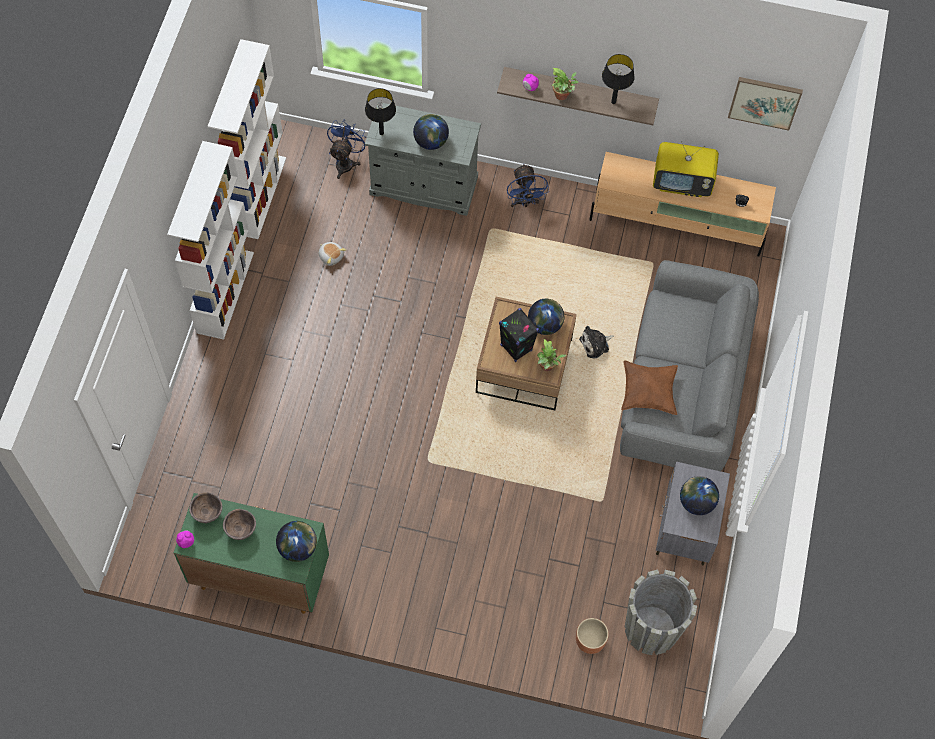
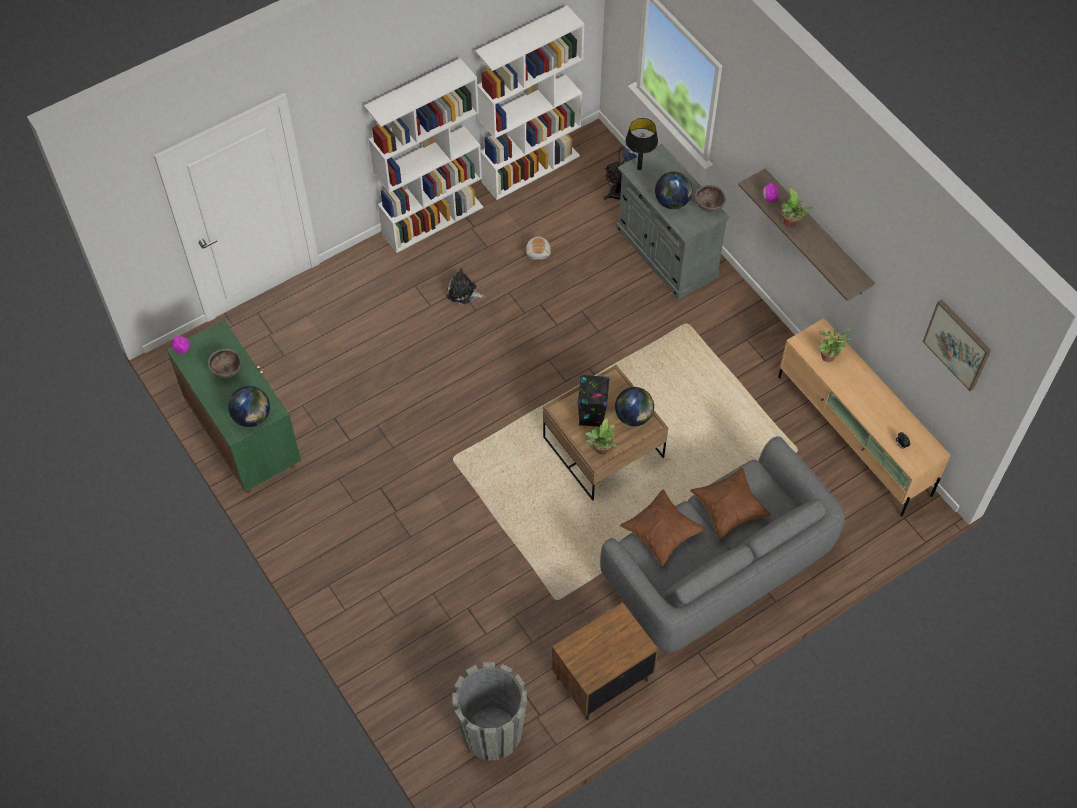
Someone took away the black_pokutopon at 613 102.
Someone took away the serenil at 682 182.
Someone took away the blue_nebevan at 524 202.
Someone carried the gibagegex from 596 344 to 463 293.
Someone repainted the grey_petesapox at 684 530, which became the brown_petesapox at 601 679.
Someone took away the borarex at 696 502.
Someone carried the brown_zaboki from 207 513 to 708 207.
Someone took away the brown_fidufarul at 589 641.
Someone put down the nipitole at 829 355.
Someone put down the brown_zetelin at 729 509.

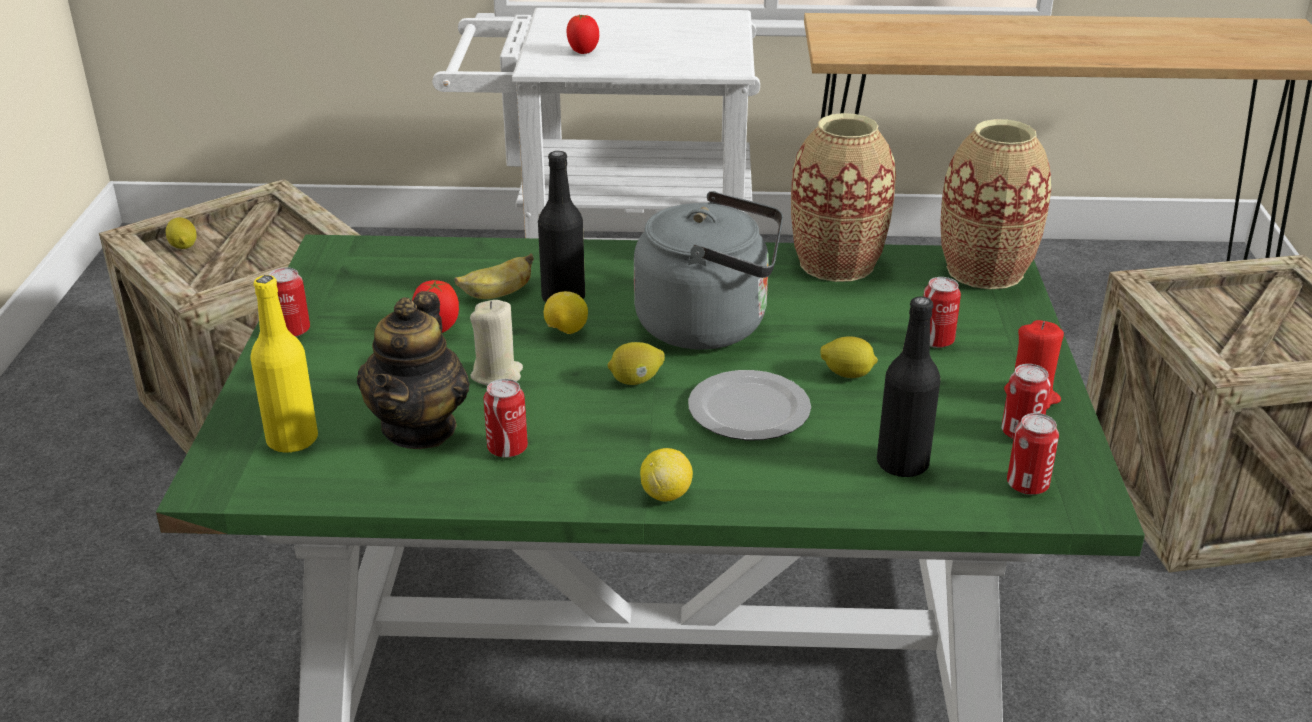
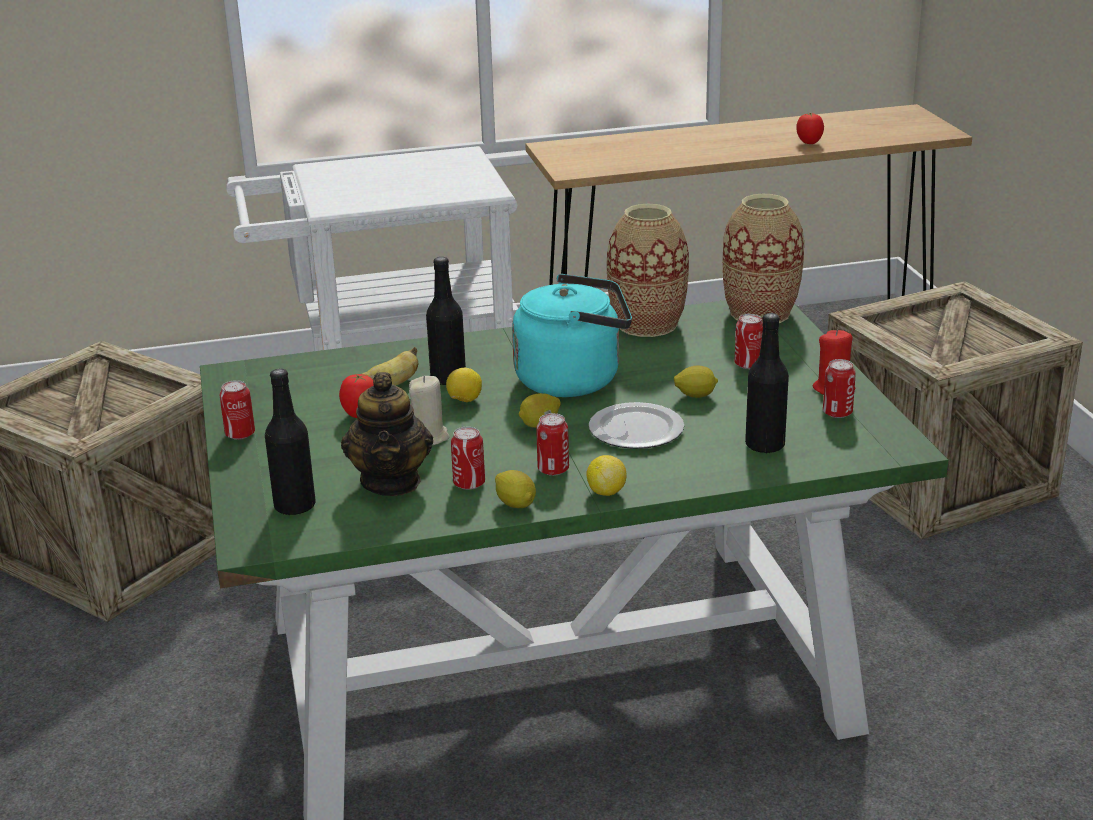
Someone carried the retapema from 583 52 to 809 143.
Someone repainted the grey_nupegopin at 710 325, which became the turquoise_nupegopin at 574 379.
Someone carried the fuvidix from 183 246 to 516 504.
Someone repainted the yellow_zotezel at 292 440, which became the black_zotezel at 295 506.
Someone carried the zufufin from 1027 485 to 553 469.

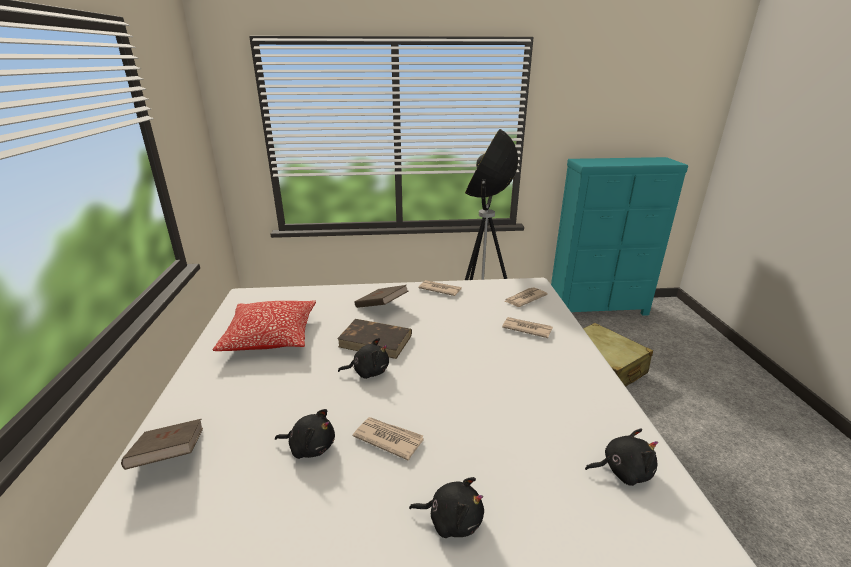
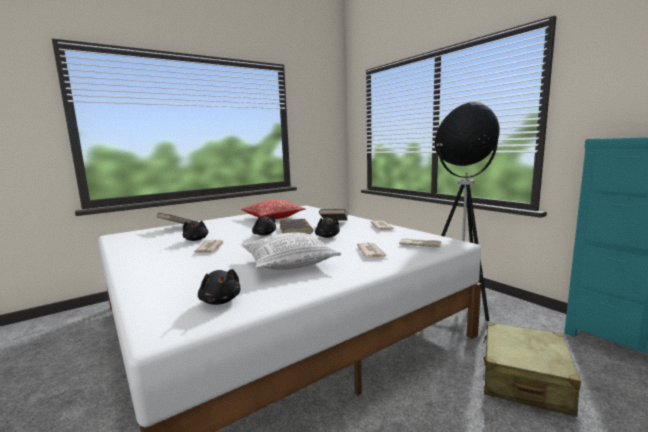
Someone carried the black_gibagegex from 452 519 to 327 236.
Someone put down the zetelin at 289 263.

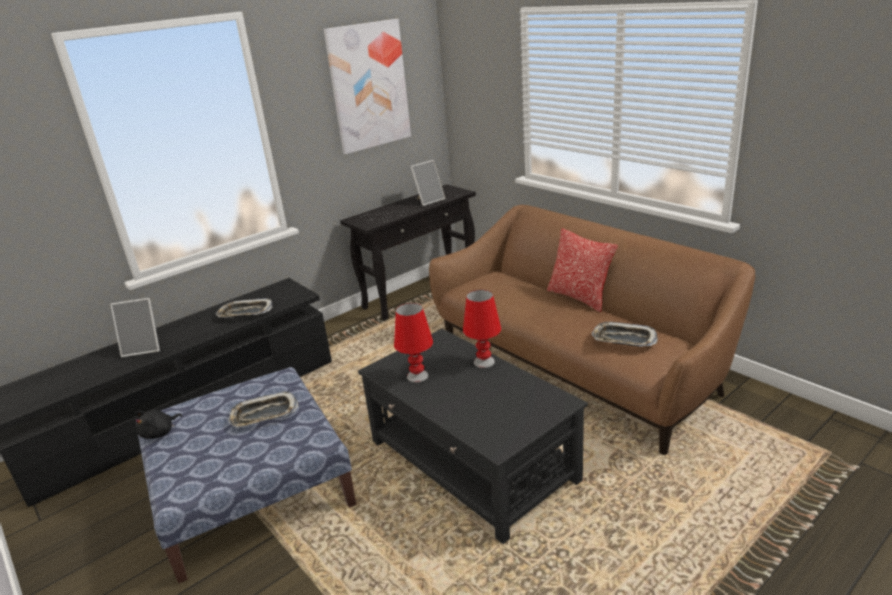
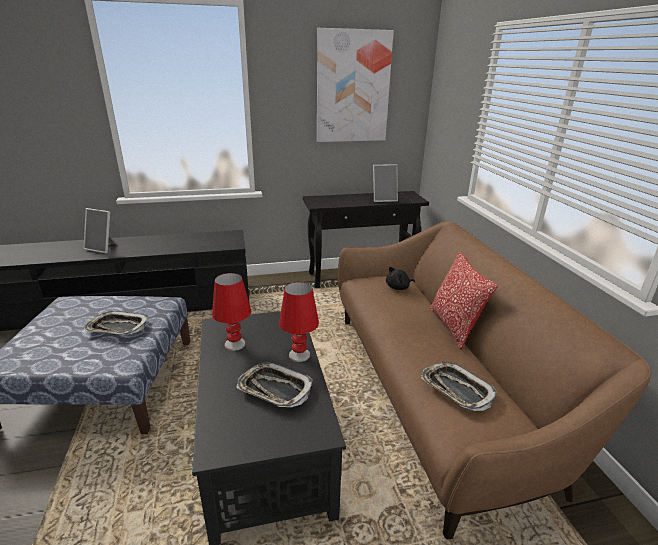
Someone carried the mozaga from 245 313 to 274 389.
Someone carried the black_gibagegex from 160 433 to 398 287.

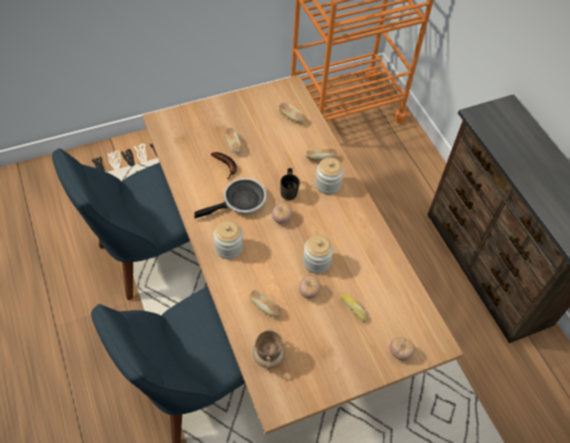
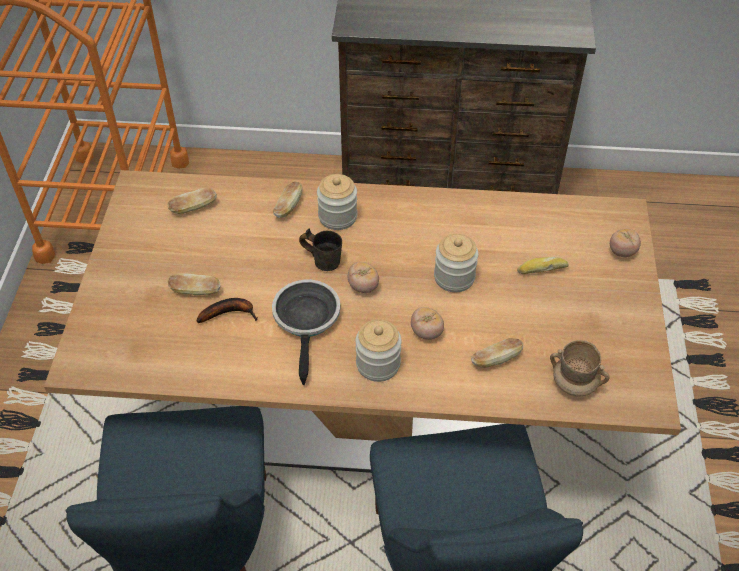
Someone carried the retapema from 308 292 to 426 332.

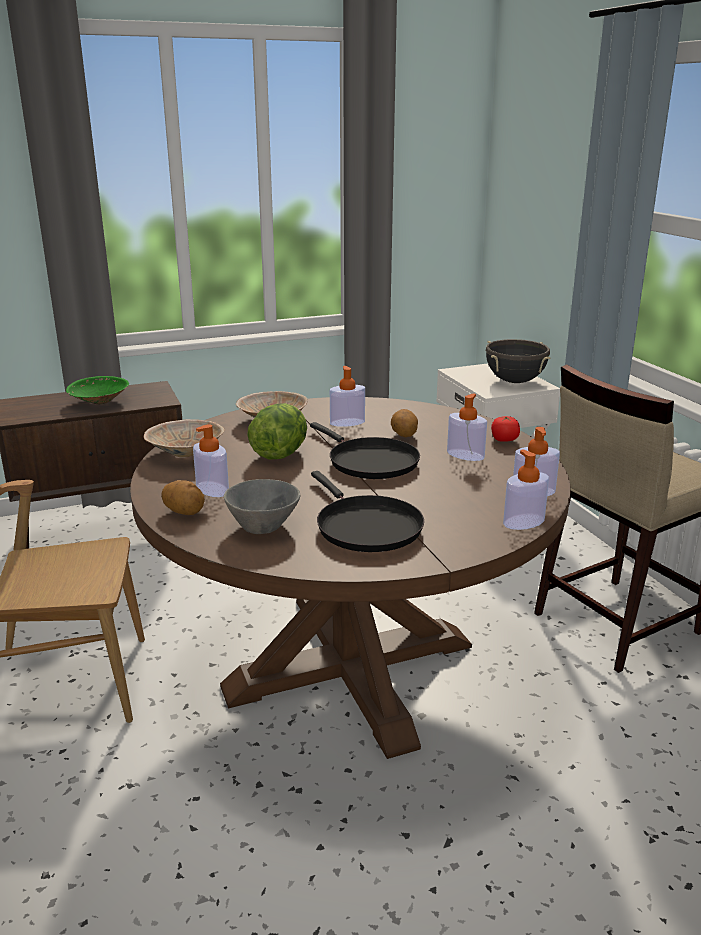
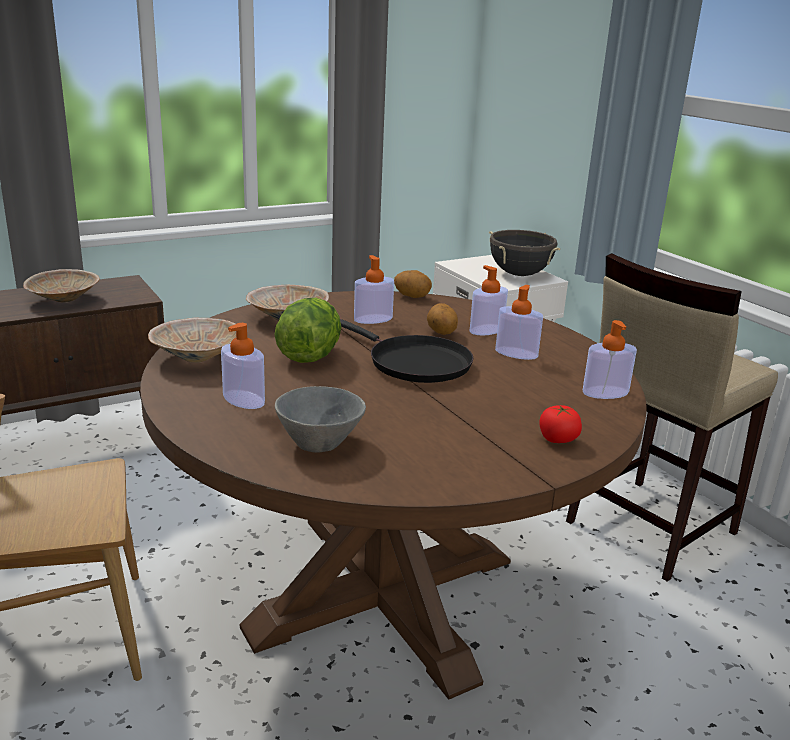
Someone repainted the green_zaboki at 99 402, which became the beige_zaboki at 63 300.
Someone carried the retapema from 504 440 to 557 439.
Someone carried the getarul from 524 522 to 486 330.
Someone took away the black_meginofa at 365 526.
Someone carried the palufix from 185 512 to 412 296.

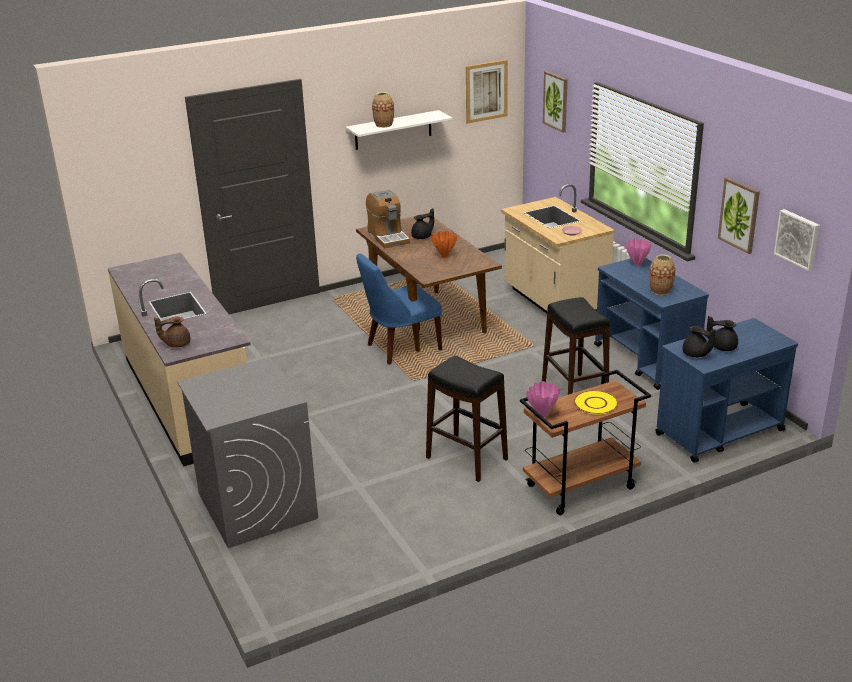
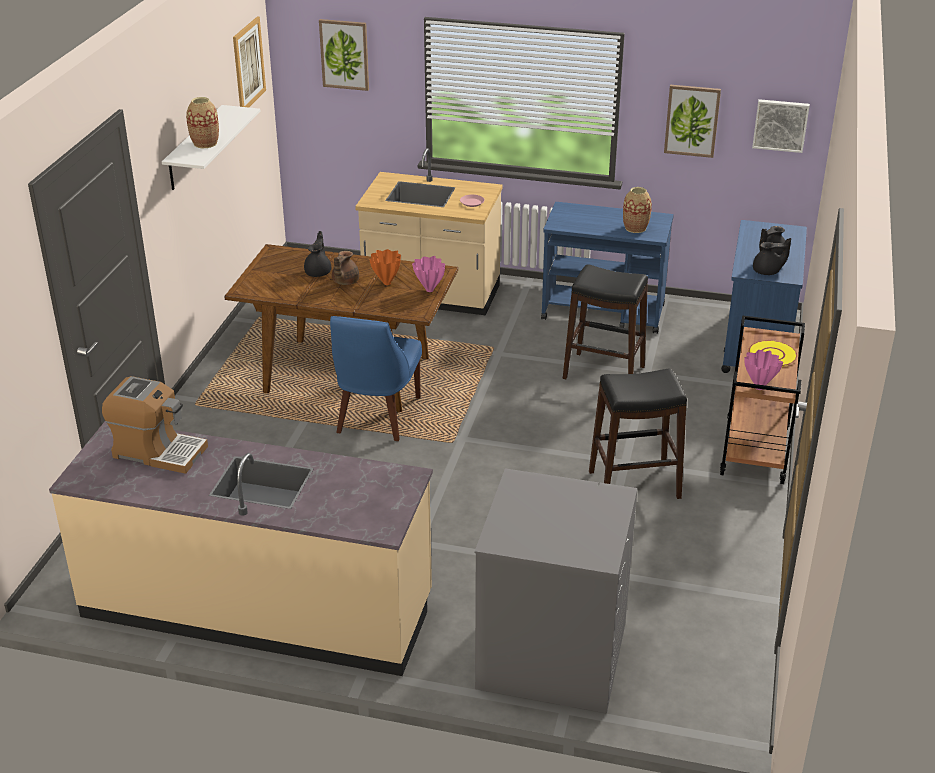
Someone carried the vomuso from 388 237 to 158 452.
Someone carried the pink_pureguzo from 637 264 to 429 290.
Someone carried the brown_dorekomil from 176 344 to 344 282.

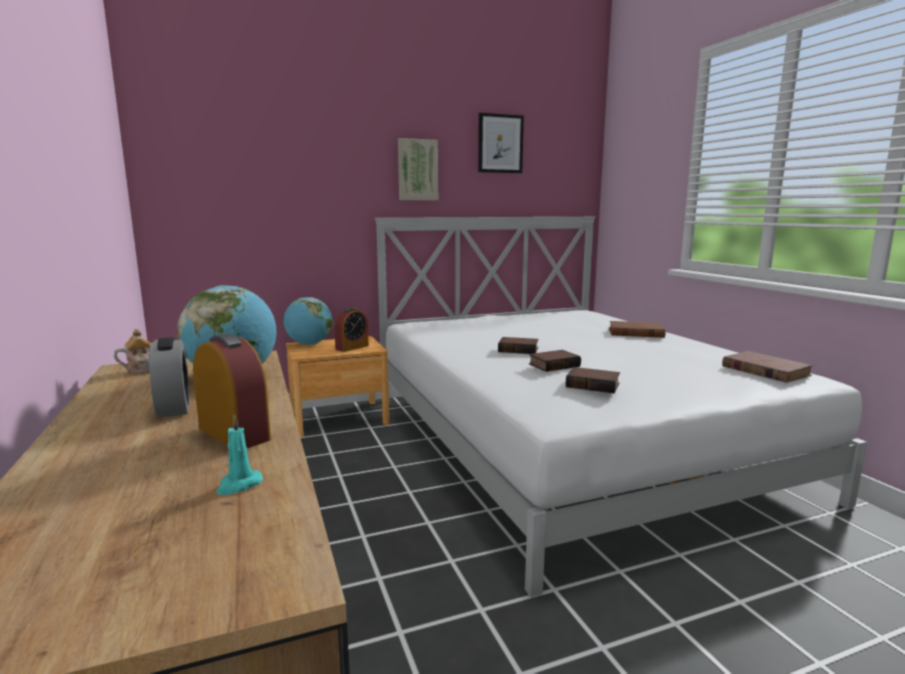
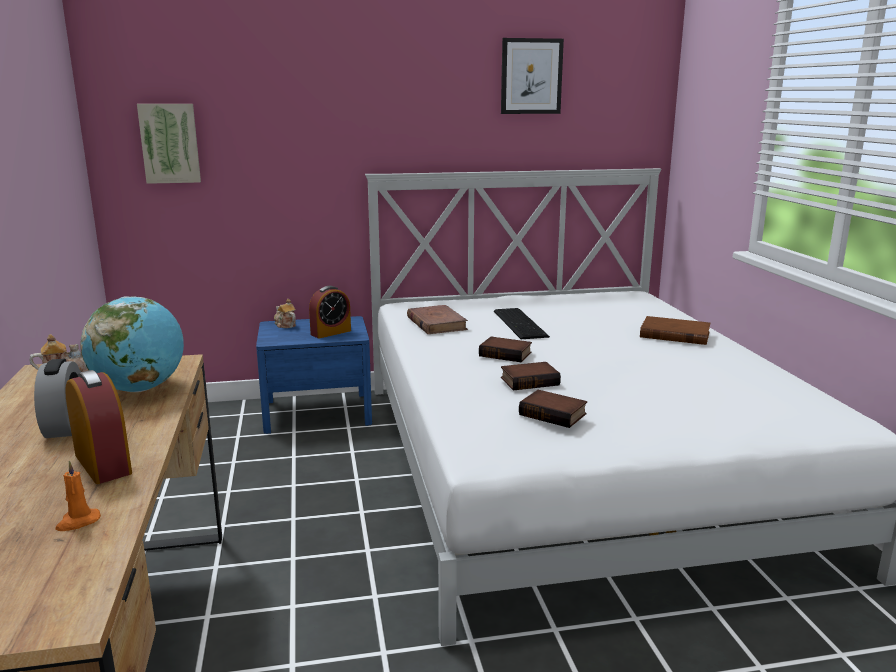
Someone carried the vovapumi from 417 170 to 170 143.
Someone swapped the borarex at 309 344 for the dorekomil at 285 325.
Someone repainted the brown_petesapox at 339 418, which became the blue_petesapox at 317 412.
Someone carried the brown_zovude from 765 371 to 436 323.
Someone repainted the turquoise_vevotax at 239 485, which became the orange_vevotax at 77 522.
Someone put down the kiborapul at 521 323.

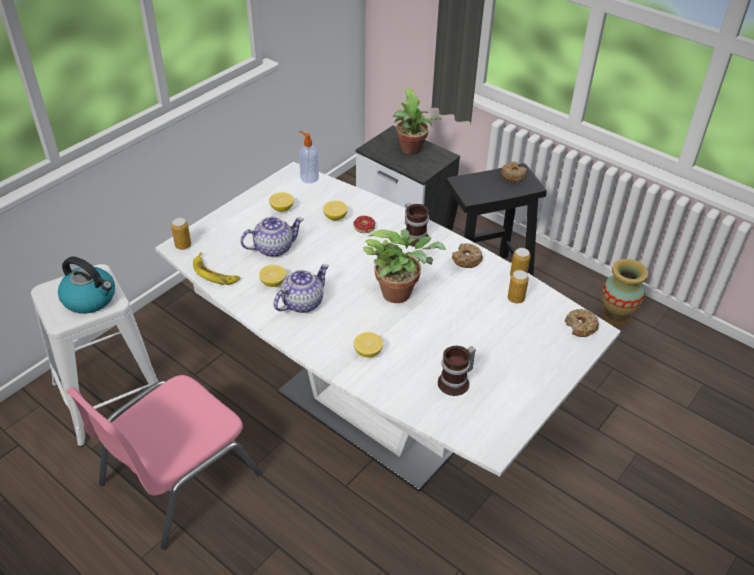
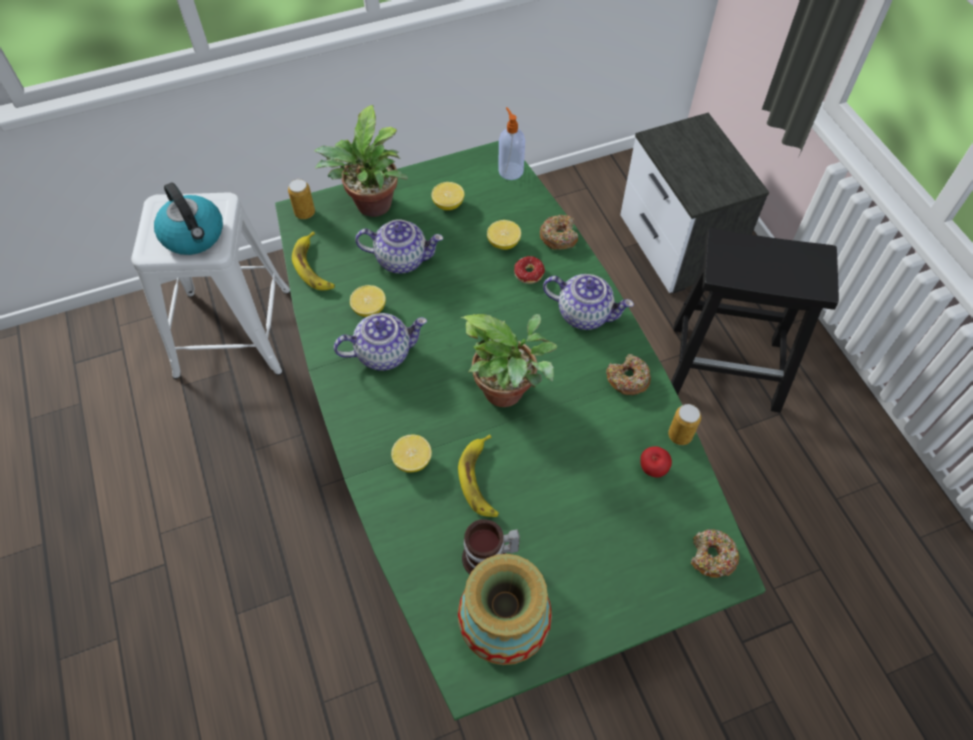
Someone carried the nipitole from 412 150 to 372 208.
Someone carried the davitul from 513 175 to 558 237.
Someone repainted the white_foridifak at 374 412, which became the green_foridifak at 486 483.
Someone swapped the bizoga at 415 236 for the dorekomil at 585 313.
Someone carried the pureguzo from 616 315 to 503 634.
Someone swapped the zufufin at 515 298 for the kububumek at 652 469.
Someone took away the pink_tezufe at 177 479.
Someone put down the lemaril at 481 480.

